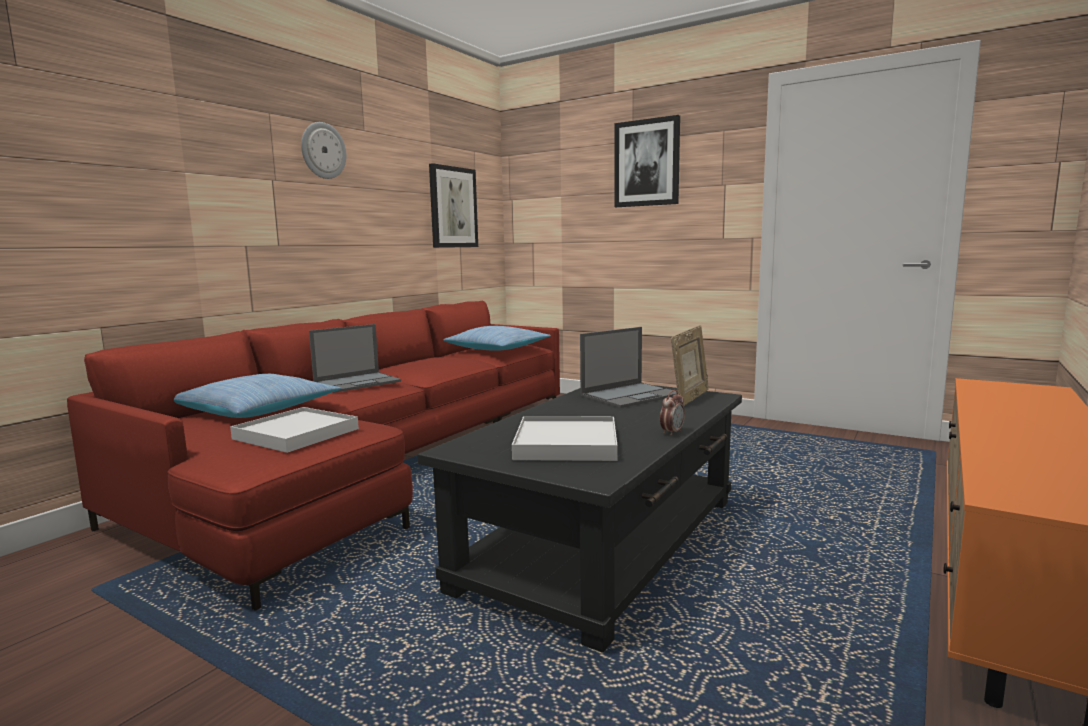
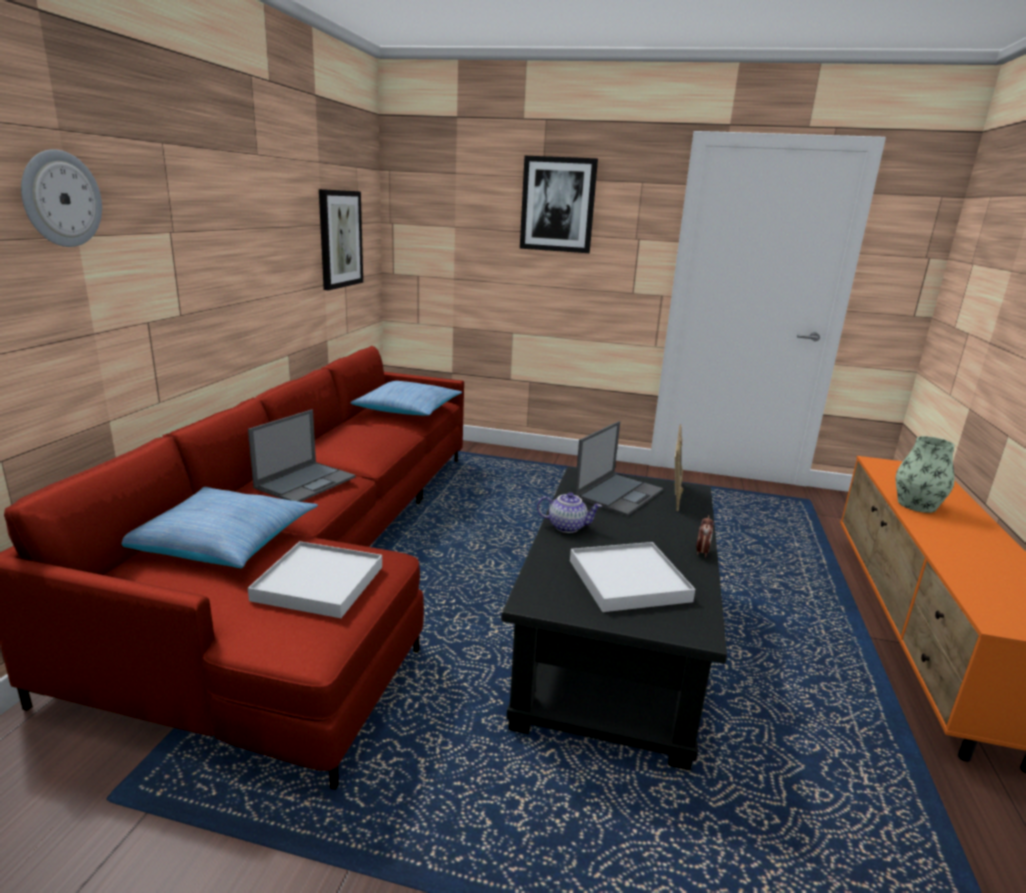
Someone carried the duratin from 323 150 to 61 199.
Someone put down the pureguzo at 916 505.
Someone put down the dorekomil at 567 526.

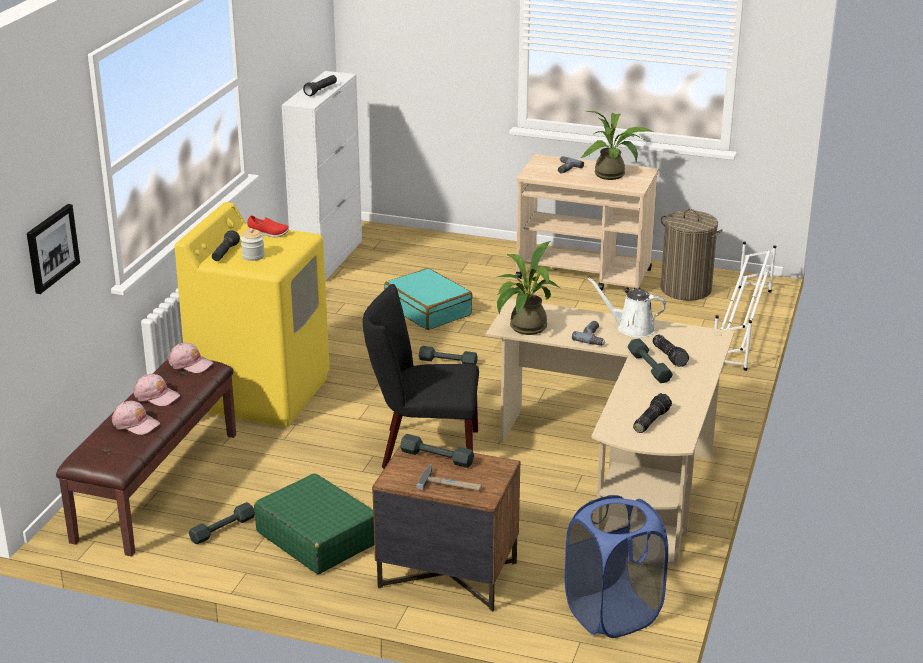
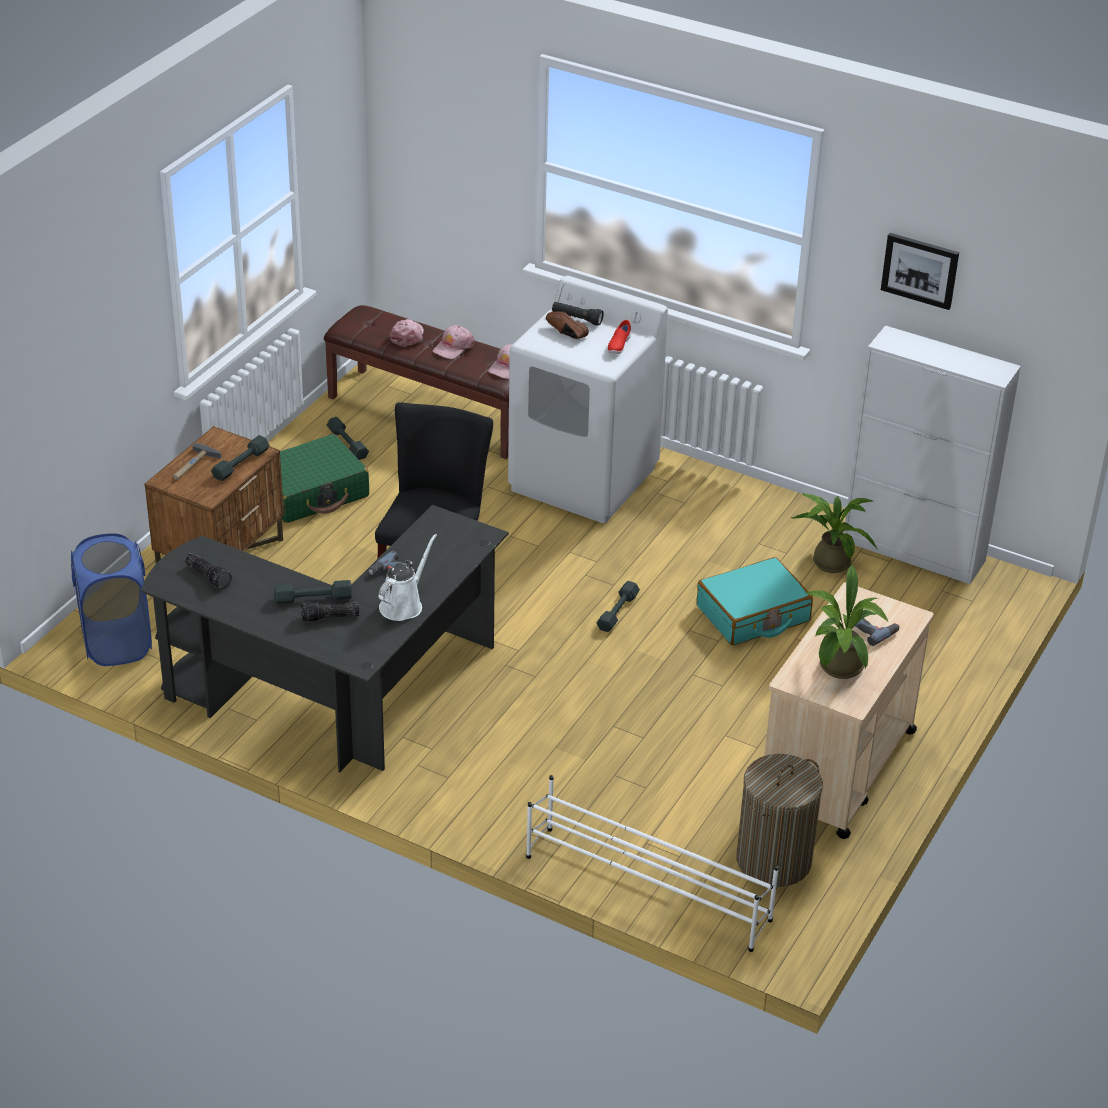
Someone took away the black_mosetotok at 321 90.
Someone repainted the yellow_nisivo at 261 393, which became the white_nisivo at 584 479.
Someone carried the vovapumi from 51 248 to 920 270.
Someone swapped the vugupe at 253 256 for the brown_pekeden at 564 334.
Someone carried the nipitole from 524 329 to 829 560.
Someone repainted the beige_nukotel at 624 474, which became the black_nukotel at 335 698.
Someone rotated the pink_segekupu at 135 423 by 150 degrees clockwise.

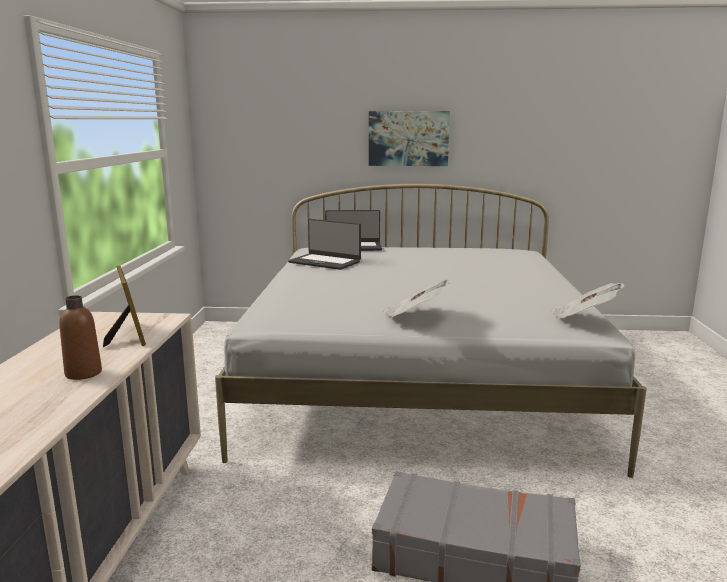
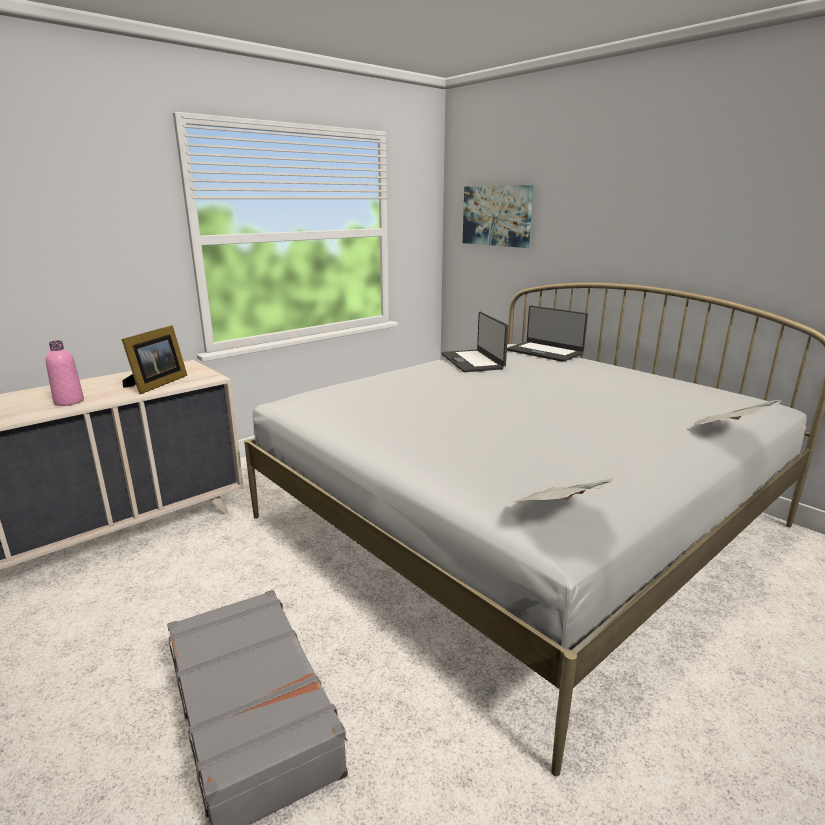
Someone carried the vovapumi from 408 138 to 497 216.
Someone carried the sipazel from 414 315 to 728 431.
Someone repainted the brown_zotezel at 83 373, which became the pink_zotezel at 69 402.

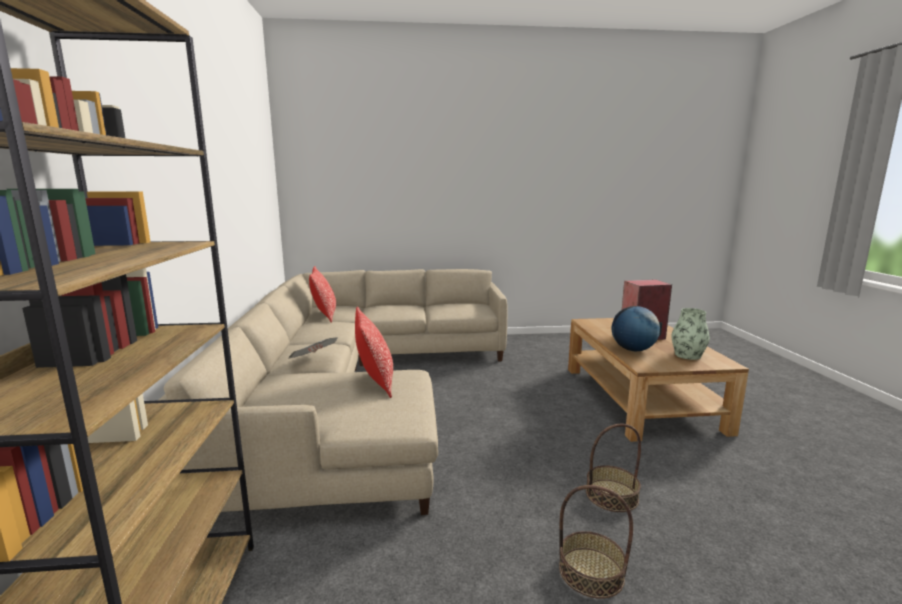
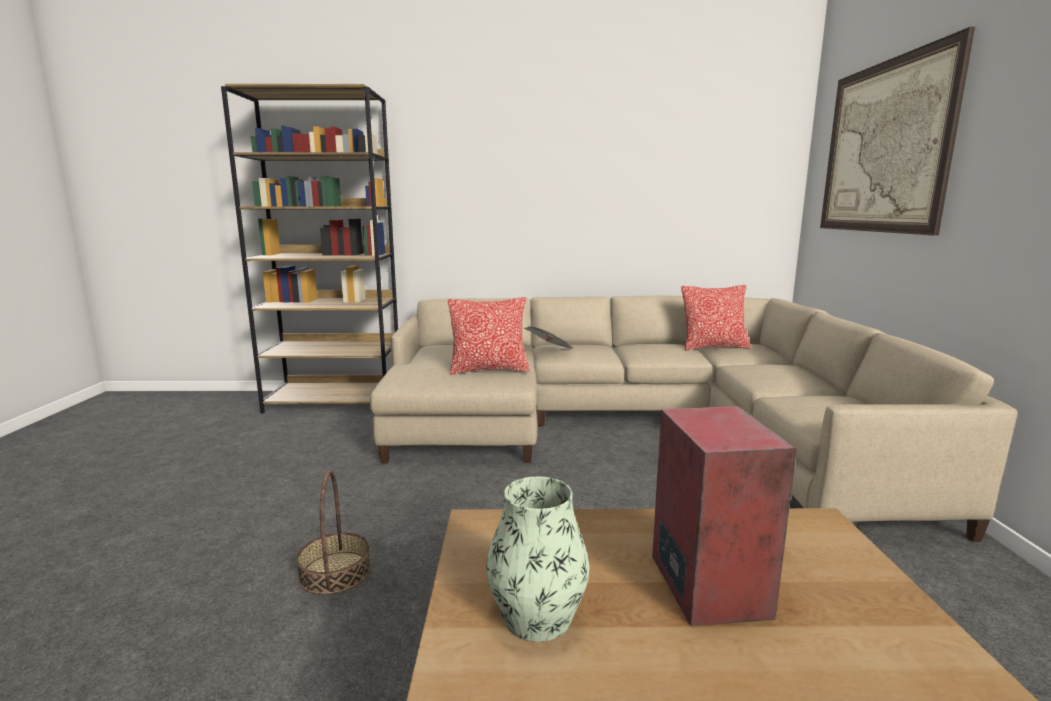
Someone took away the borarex at 633 350.
Someone took away the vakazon at 591 572.
Someone put up the vovapumi at 884 147.

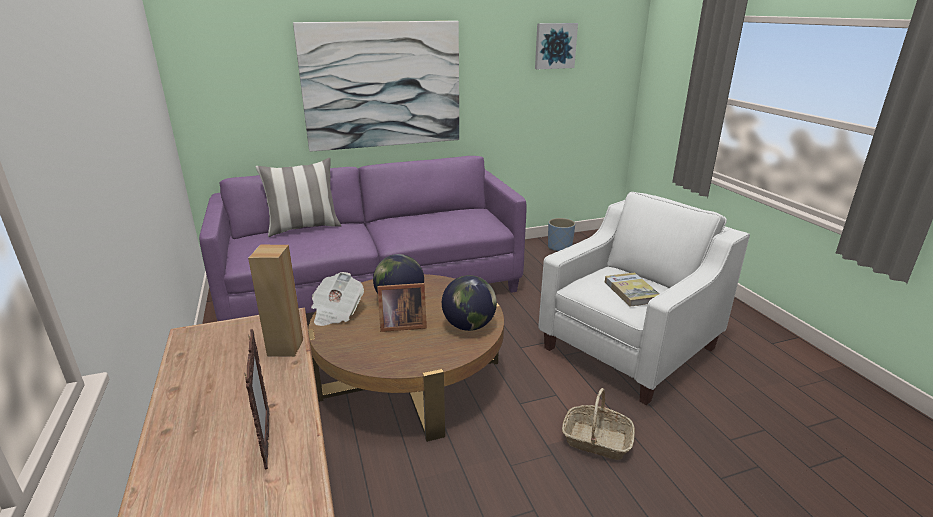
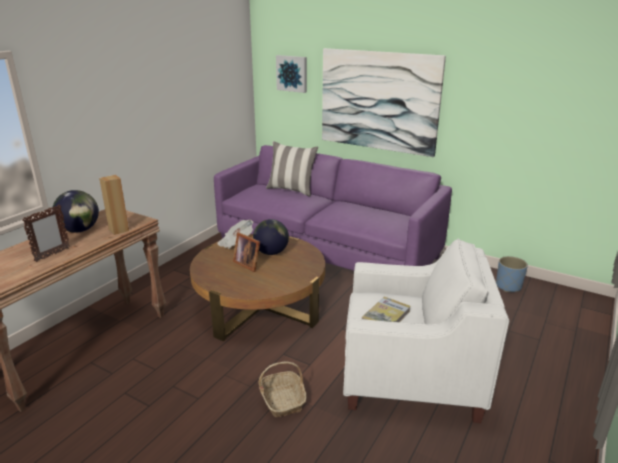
Someone carried the vovapumi from 555 46 to 292 73.
Someone carried the borarex from 469 326 to 80 230.

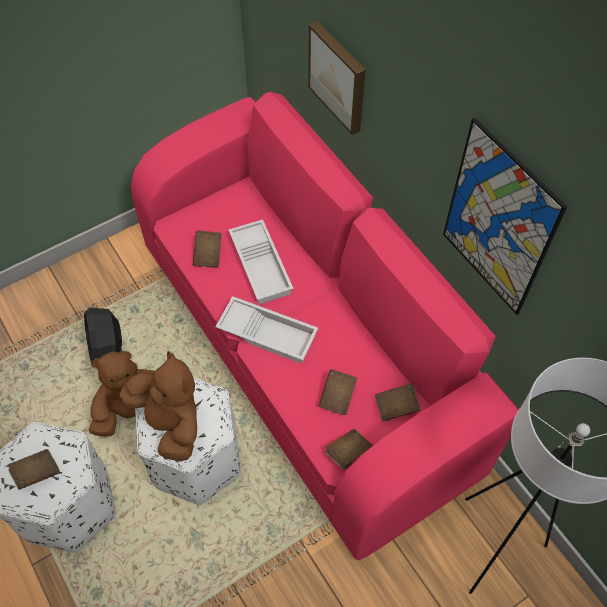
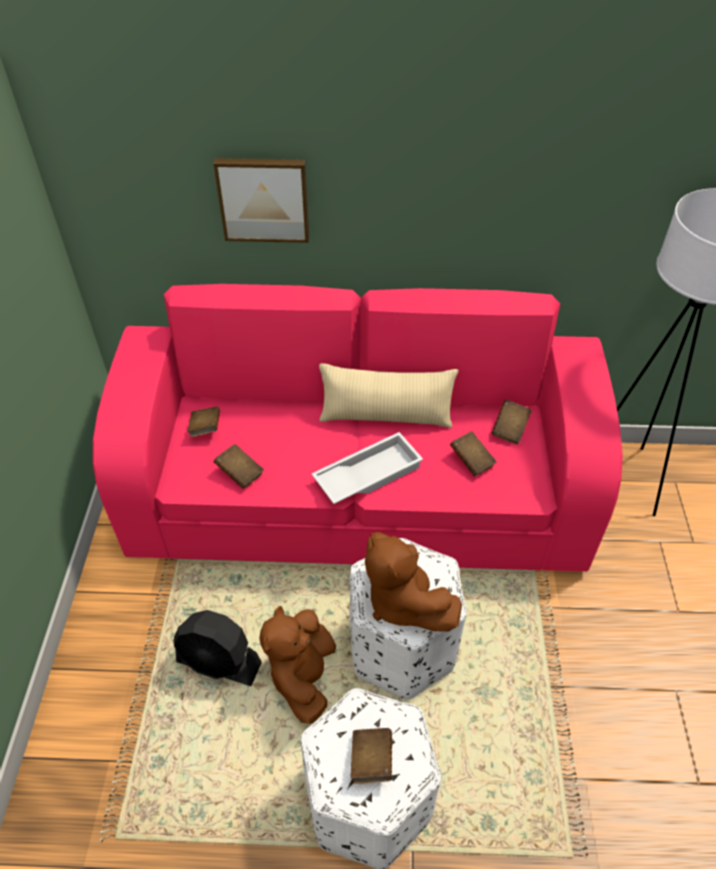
Someone took away the vovapumi at 498 221.
Someone took away the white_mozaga at 262 265.
Someone rotated the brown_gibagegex at 170 422 by 120 degrees counterclockwise.
Someone carried the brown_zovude from 348 453 to 205 428.
Someone put down the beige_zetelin at 386 417.

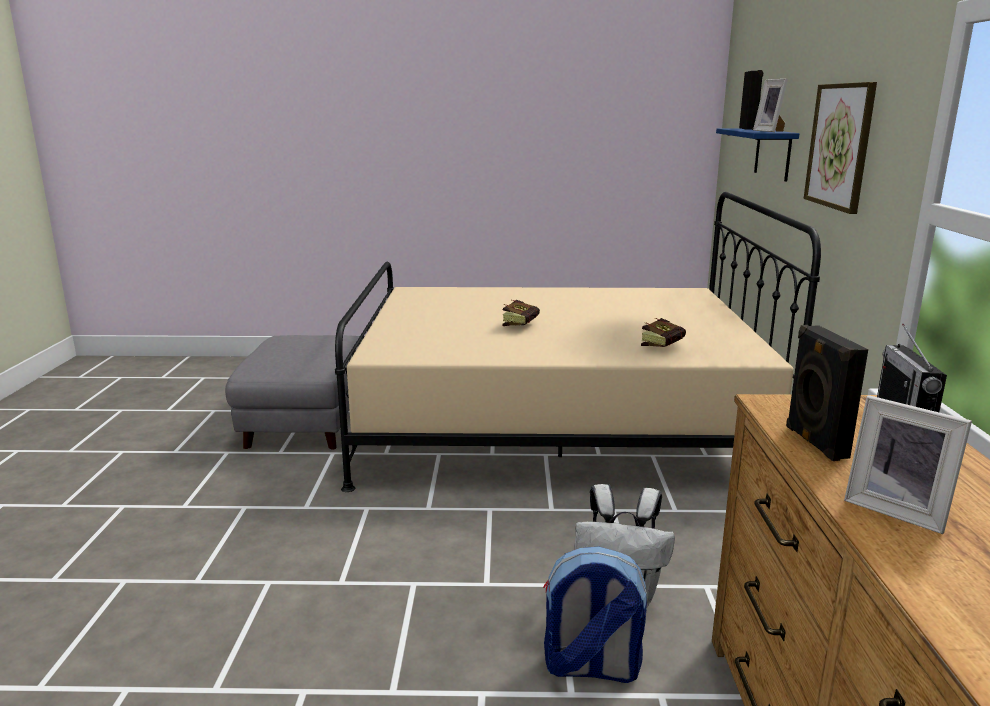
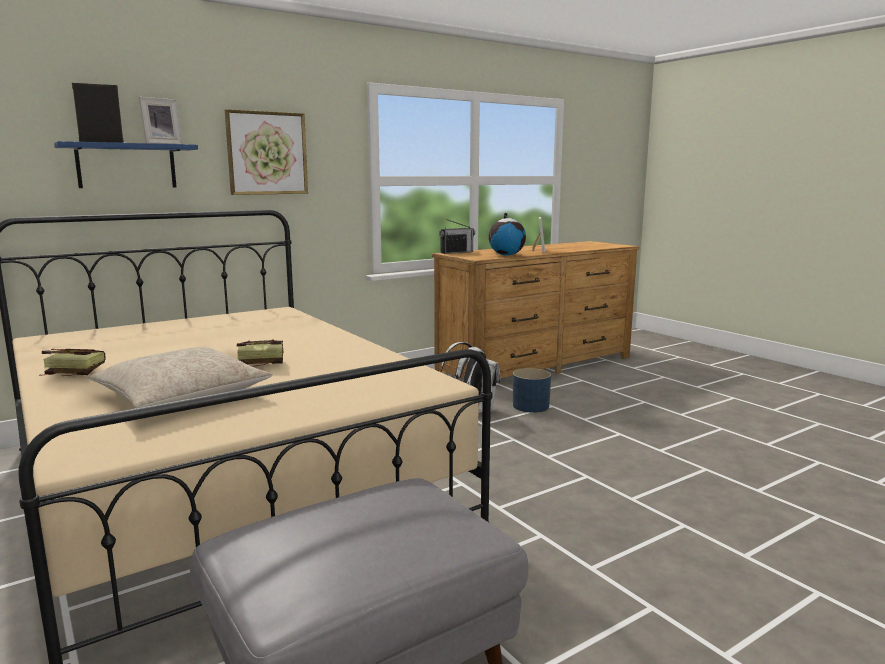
Someone carried the zovude from 664 346 to 71 374.
Someone swapped the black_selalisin at 814 442 for the borarex at 506 255.
Someone swapped the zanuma at 590 667 for the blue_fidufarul at 531 406.
Someone put down the beige_zetelin at 182 396.

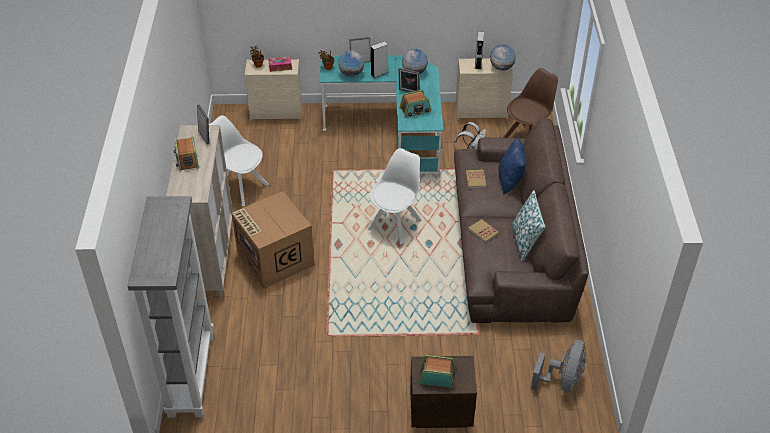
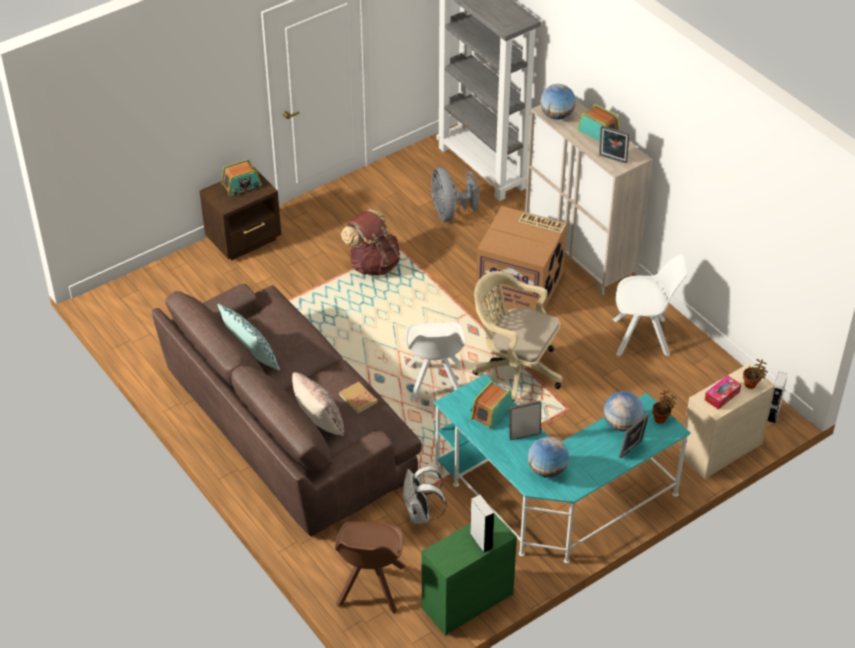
Someone carried the grey_selalisin from 379 73 to 773 414.
Someone carried the borarex from 502 68 to 556 115.
Someone repainted the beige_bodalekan at 482 111, which became the green_bodalekan at 466 602.
Someone repainted the blue_zetelin at 510 180, which became the beige_zetelin at 319 422.
Someone took away the zovude at 483 232.
Someone carried the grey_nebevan from 562 381 to 449 212.
Someone put down the brown_zanuma at 373 264.
Someone put down the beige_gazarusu at 514 369.

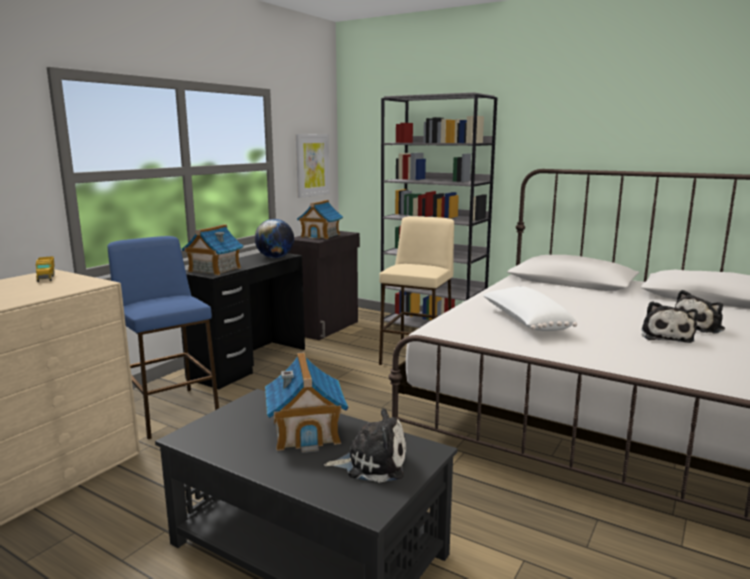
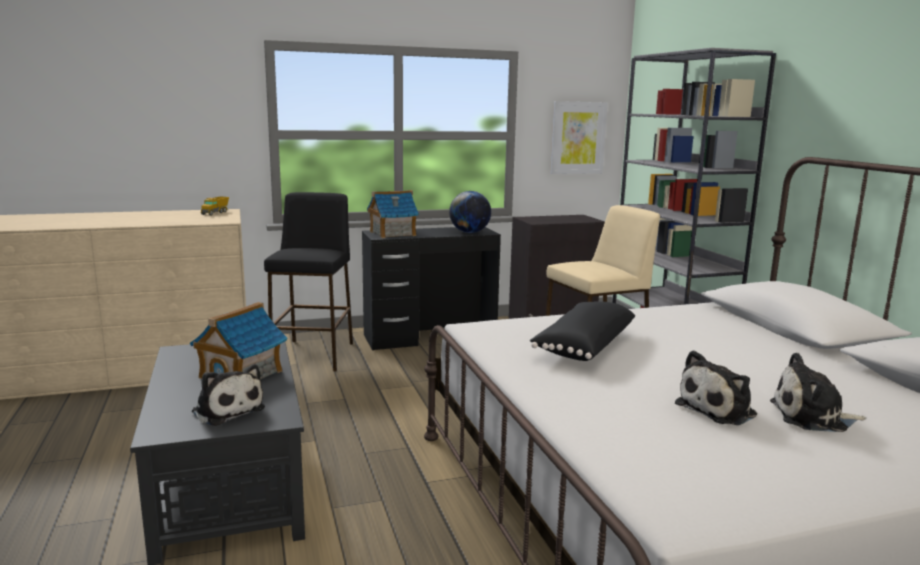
Someone took away the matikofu at 320 236.
Someone repainted the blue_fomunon at 170 412, which became the black_fomunon at 313 355.
Someone repainted the white_zetelin at 525 322, which became the black_zetelin at 582 346.

